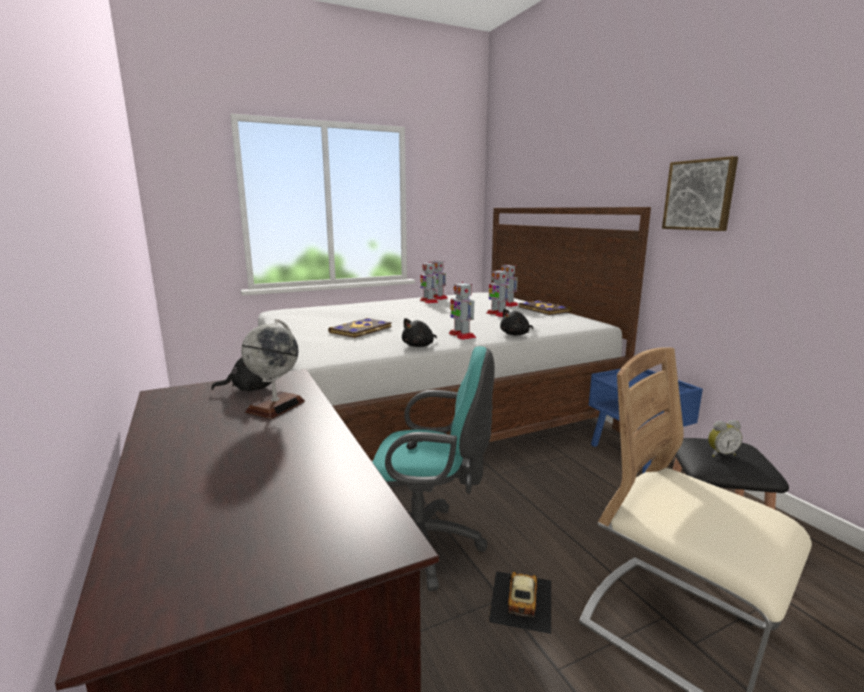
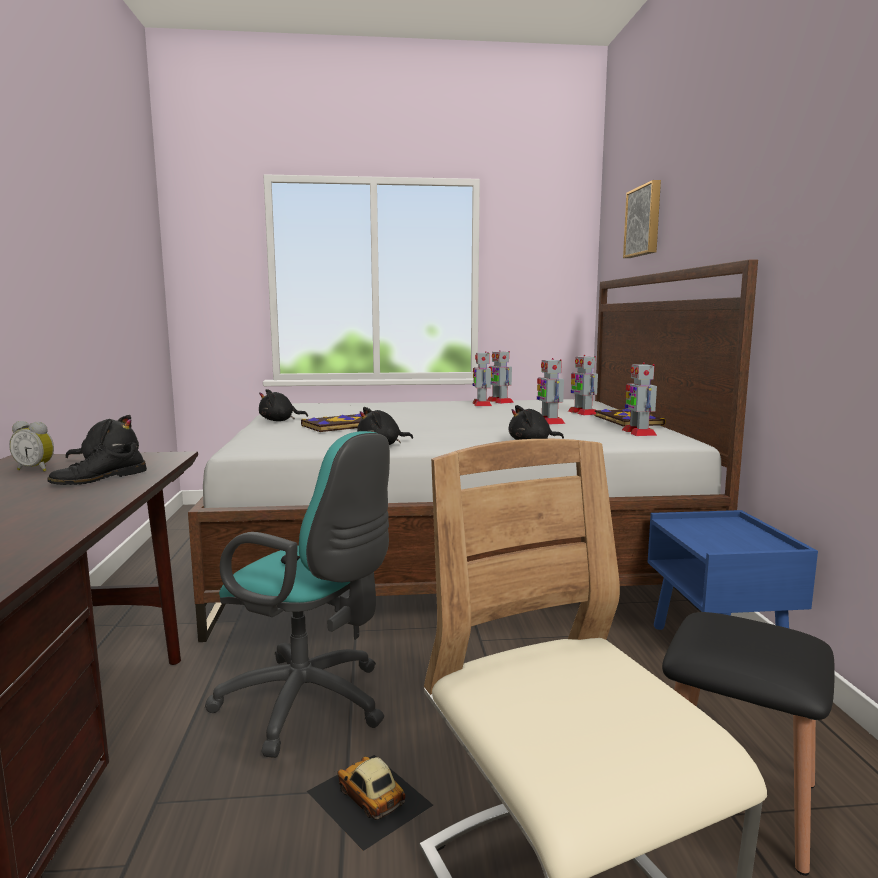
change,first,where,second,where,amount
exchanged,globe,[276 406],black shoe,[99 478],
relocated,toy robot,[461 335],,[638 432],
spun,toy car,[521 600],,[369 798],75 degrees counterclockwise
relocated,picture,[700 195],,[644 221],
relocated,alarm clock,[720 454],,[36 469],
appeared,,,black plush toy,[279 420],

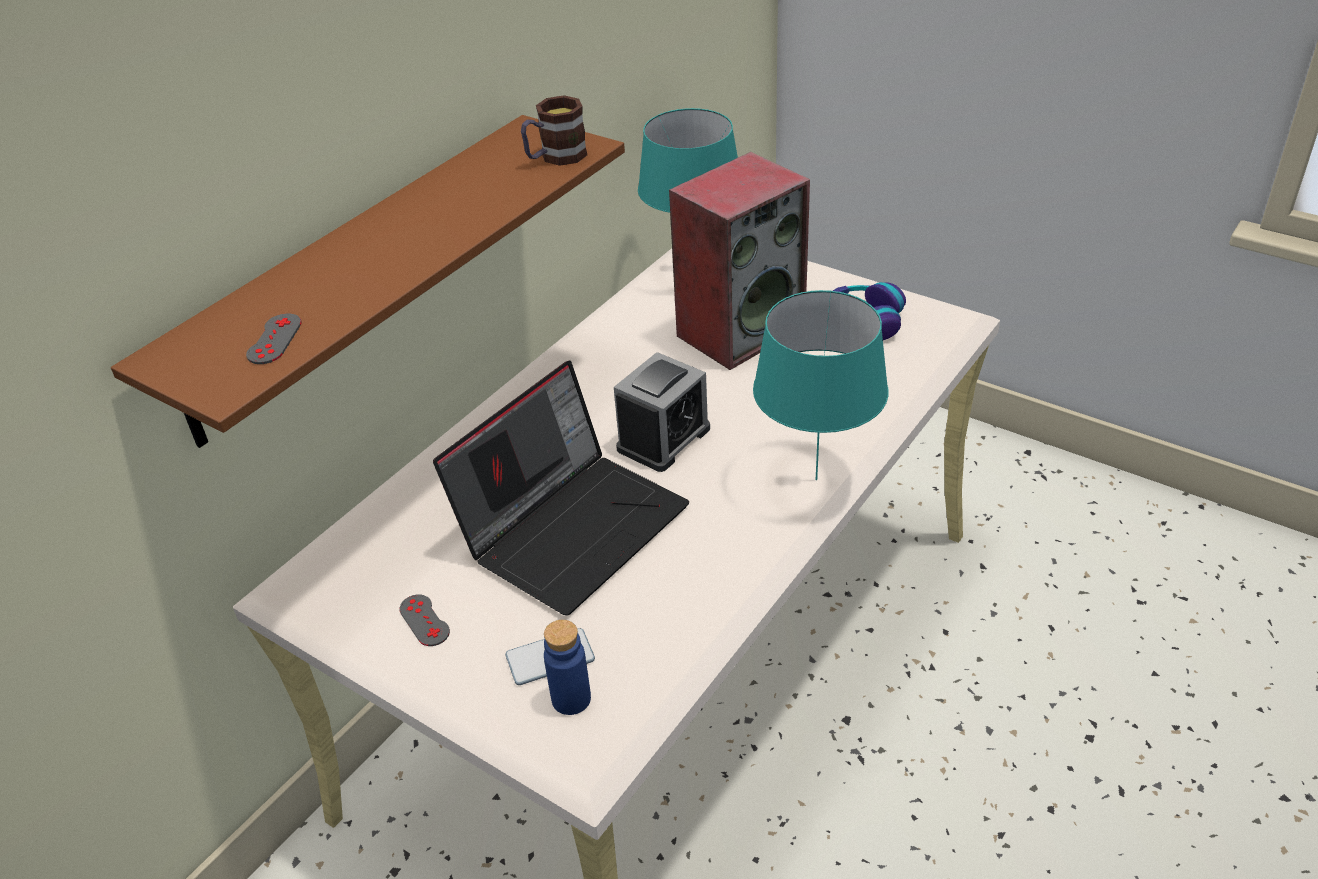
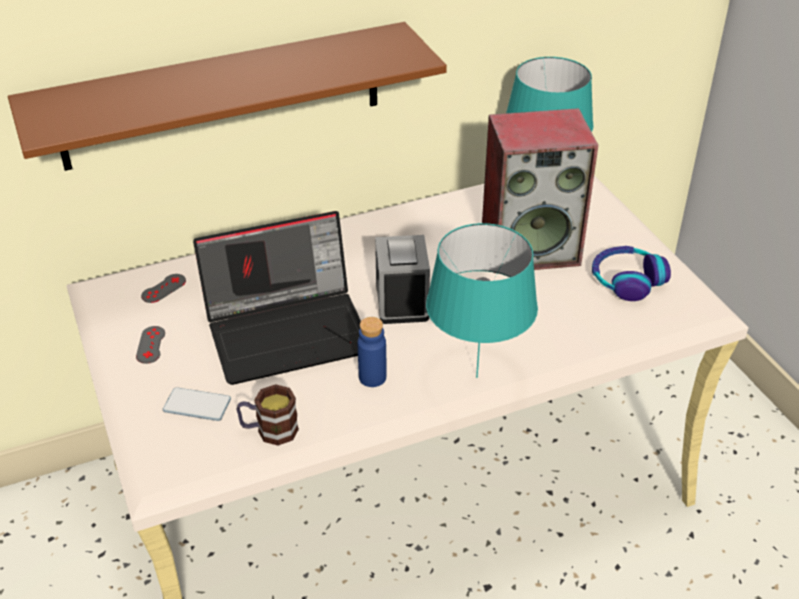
change,first,where,second,where,amount
relocated,grey game controller,[274 339],,[163 288],
relocated,mug,[555 157],,[269 430],
relocated,blue bottle,[571 699],,[372 377],
spun,alarm clock,[663 439],,[402 300],105 degrees clockwise

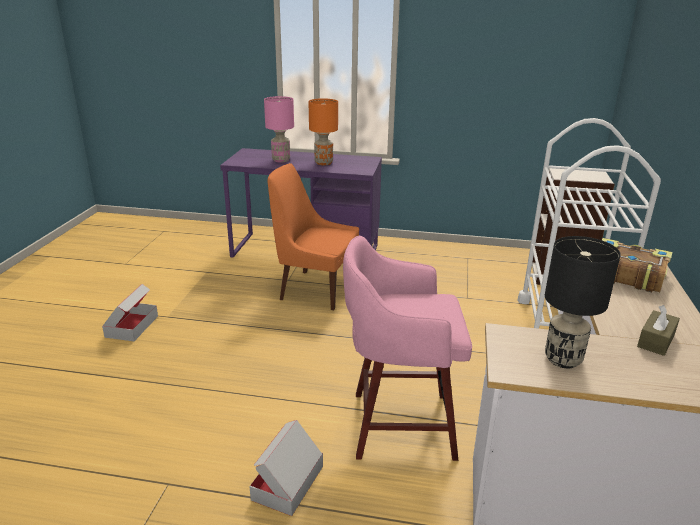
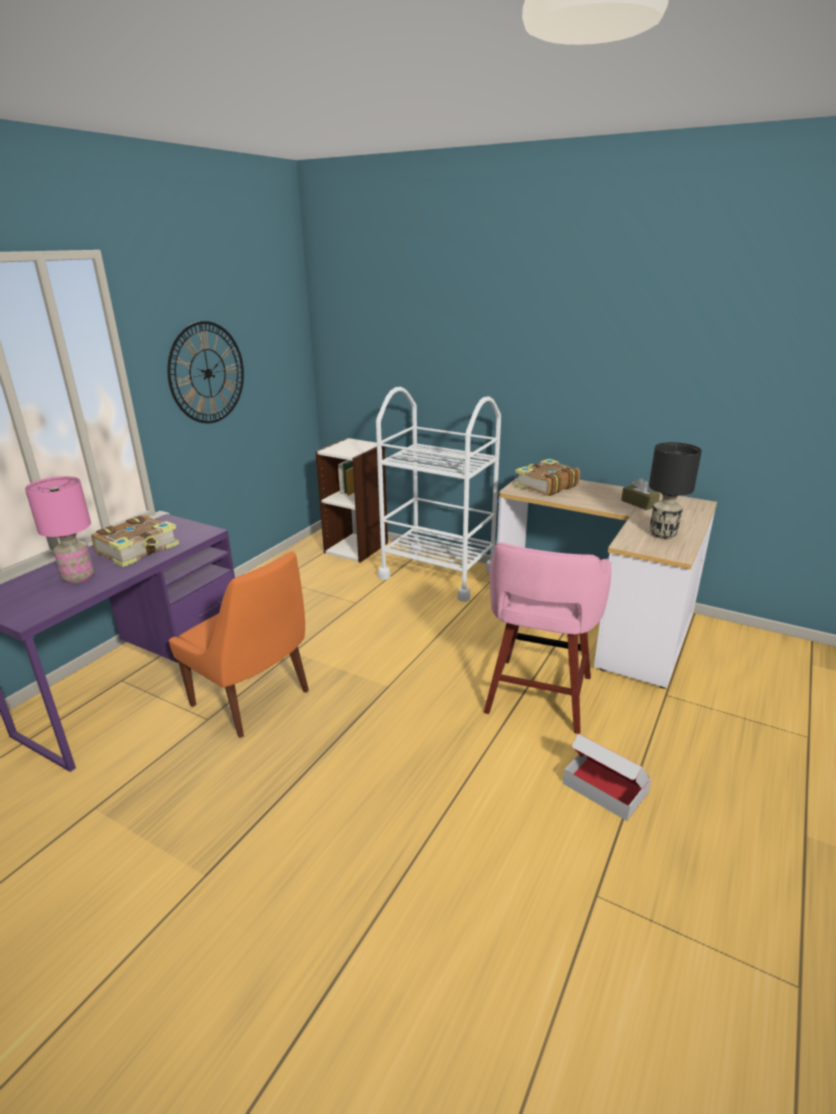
change,first,where,second,where,amount
missing,cardboard box,[132 326],,,
spun,orange chair,[314 289],,[253 700],90 degrees counterclockwise
exchanged,orange table lamp,[324 163],book,[139 550],
appeared,,,wall clock,[207 373],

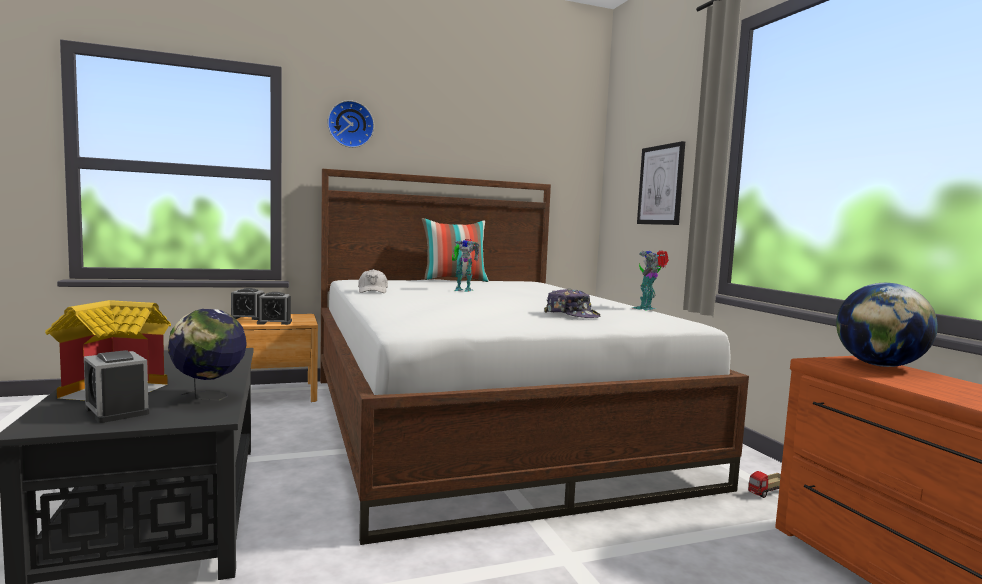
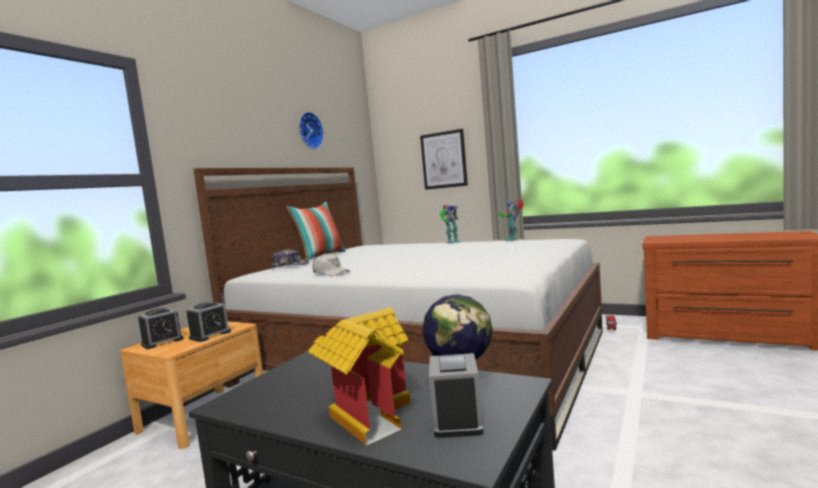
change,first,where,second,where,amount
spun,alarm clock,[117 410],,[457 419],90 degrees counterclockwise
relocated,wall clock,[350 124],,[309 131],
relocated,toy robot,[462 290],,[452 242],
relocated,cap,[572 315],,[290 265],
missing,globe,[879 365],,,

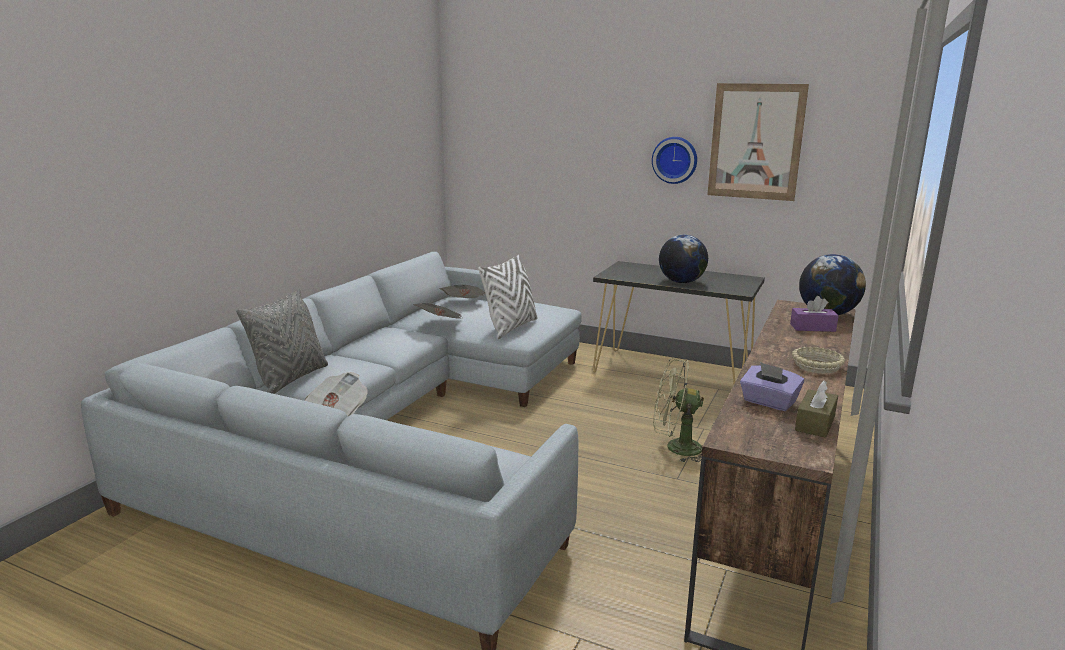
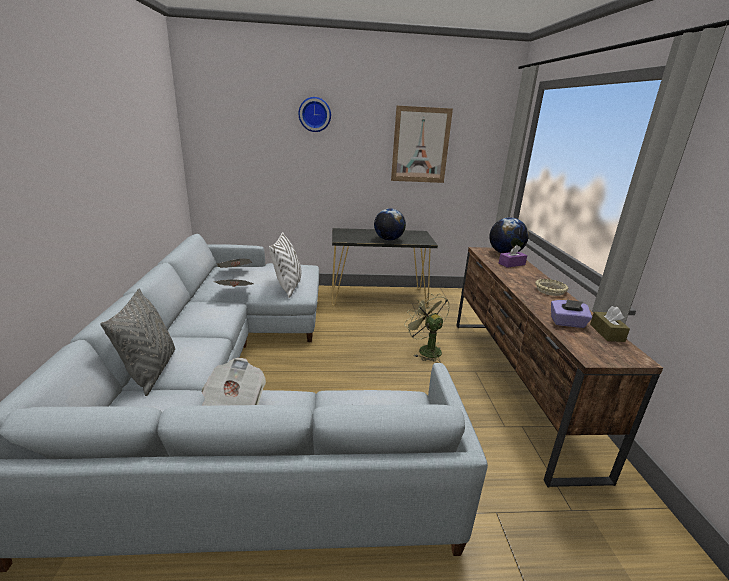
change,first,where,second,where,amount
relocated,wall clock,[675 160],,[314 114],
spun,green fan,[675 448],,[425 350],75 degrees clockwise

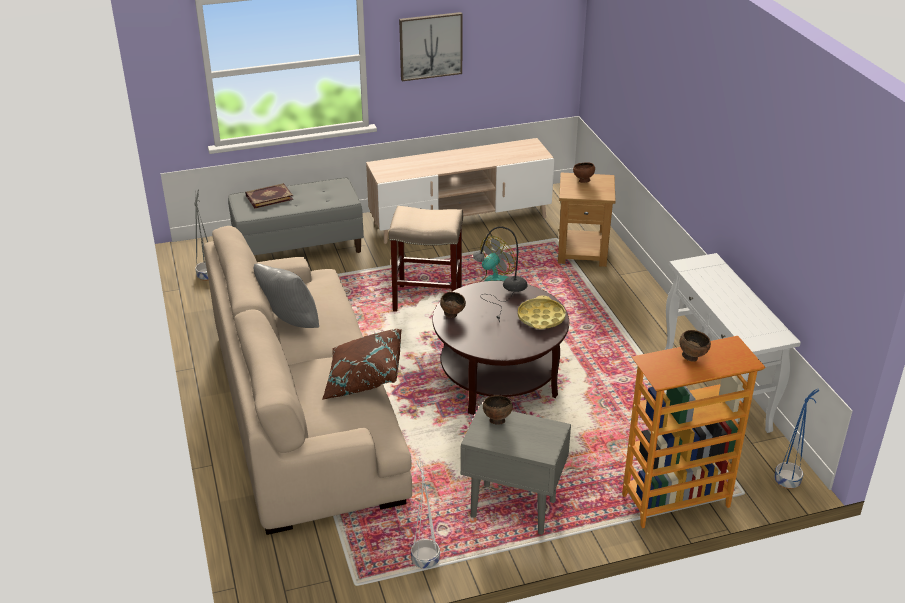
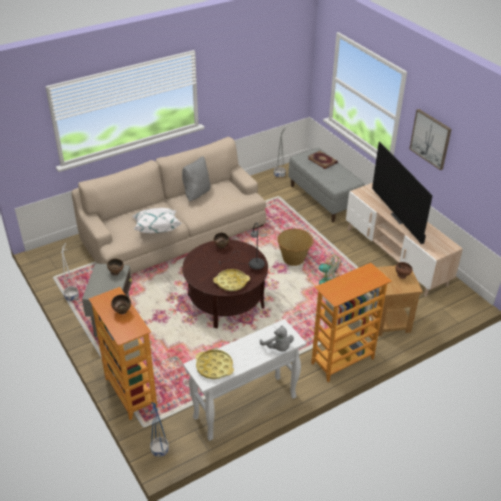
change,first,where,second,where,amount
colour,brown pillow,[363 379],white pillow,[156 227],
exchanged,beige stool,[428 300],basket,[294 259],
appeared,,,yellow tray,[214 367],
appeared,,,grey plush toy,[278 348],
appeared,,,bookcase,[342 361],
appeared,,,television,[400 217],

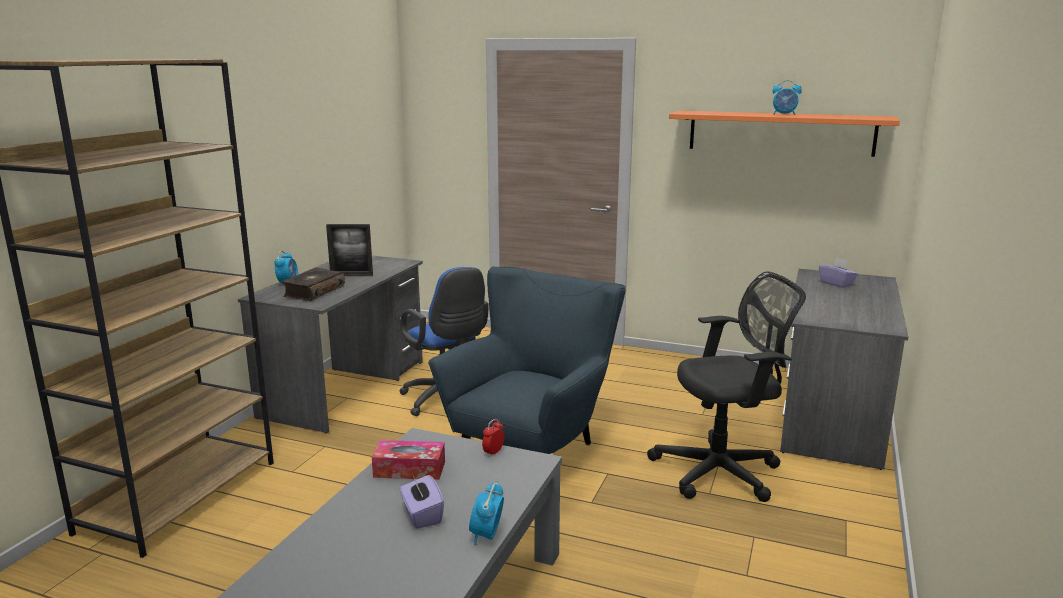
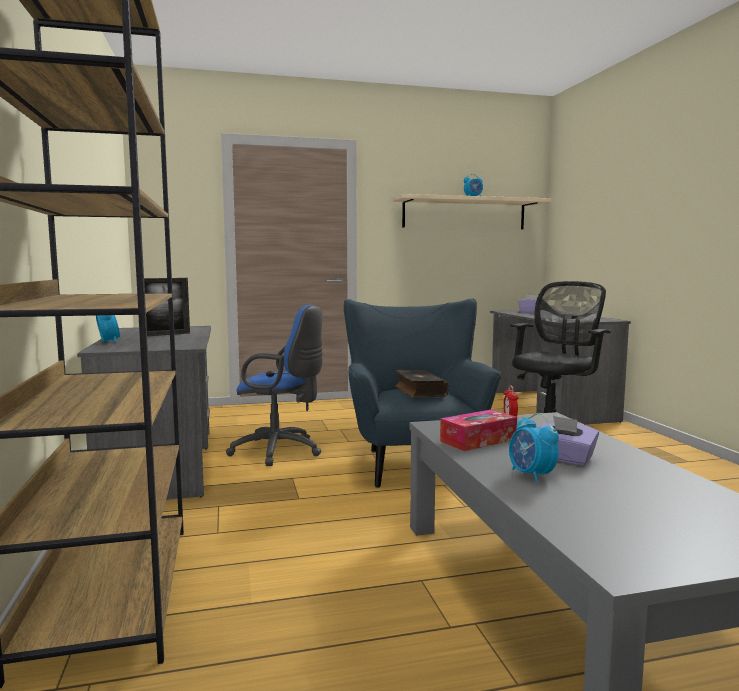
change,first,where,second,where,amount
relocated,book,[313 292],,[419 392],
relocated,alarm clock,[486 536],,[531 475],
colour,orange shelf,[780 133],beige shelf,[464 214],

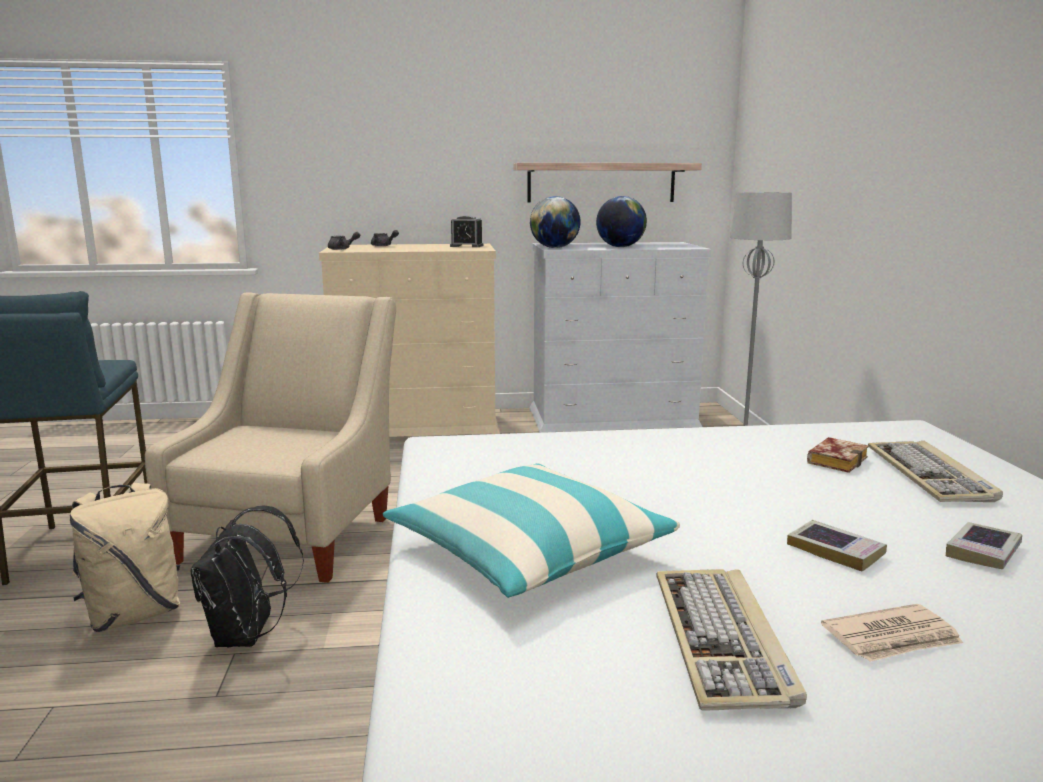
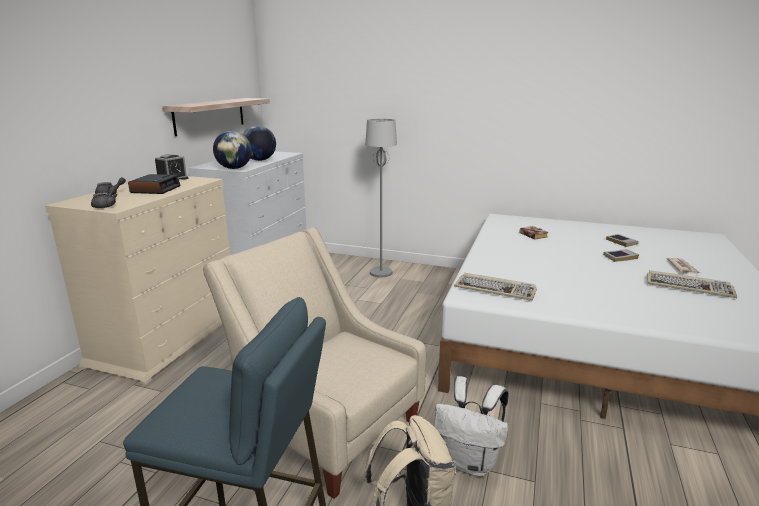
change,first,where,second,where,amount
colour,black backpack,[247 636],white backpack,[470 462],
missing,pillow,[528 551],,,
relocated,keyboard,[931 476],,[496 289],
appeared,,,alarm clock,[155 189],

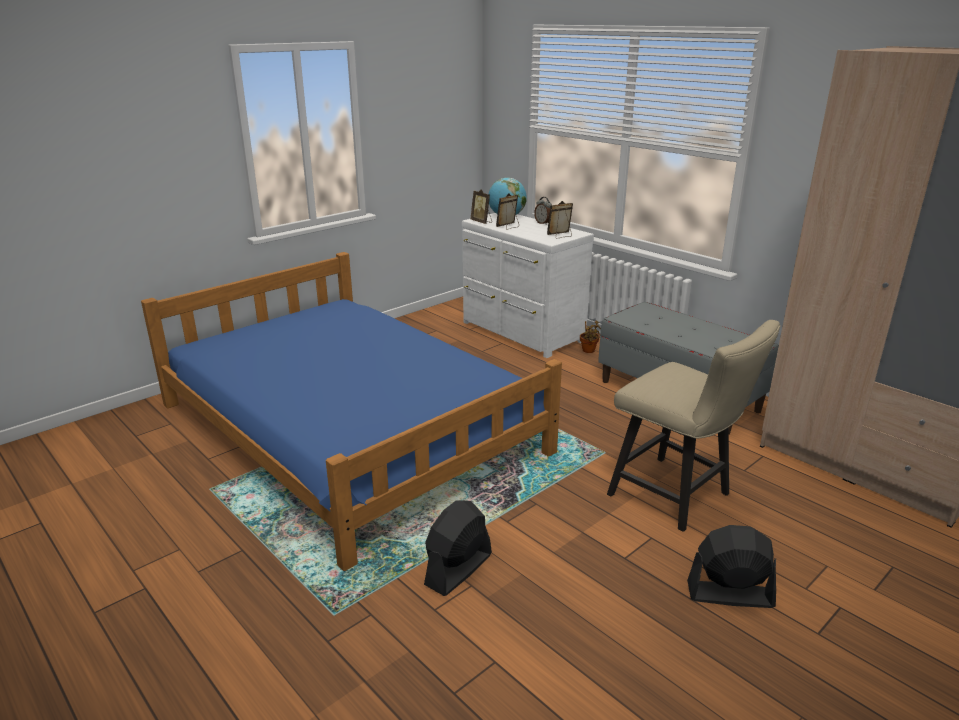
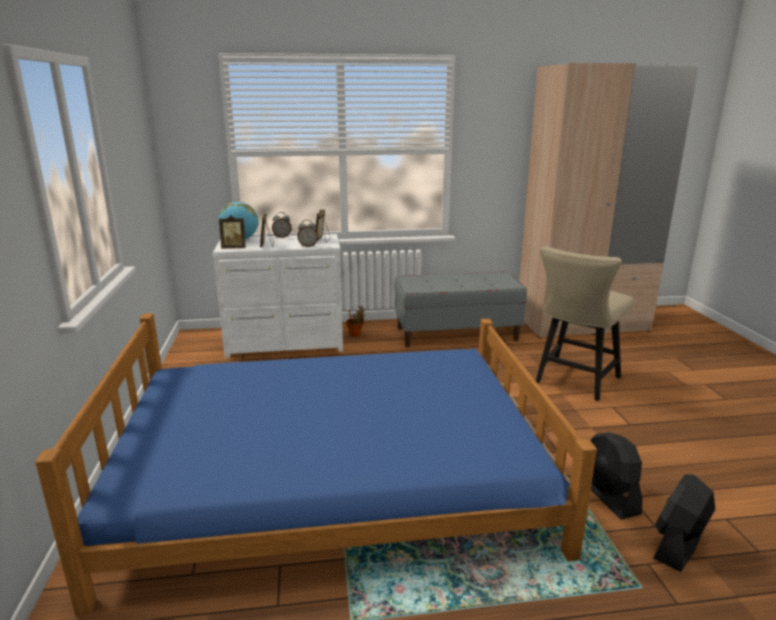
change,first,where,second,where,amount
spun,beige chair,[677 497],,[574 382],135 degrees clockwise
relocated,black fan,[729 594],,[678 544],
appeared,,,alarm clock,[308 246],

